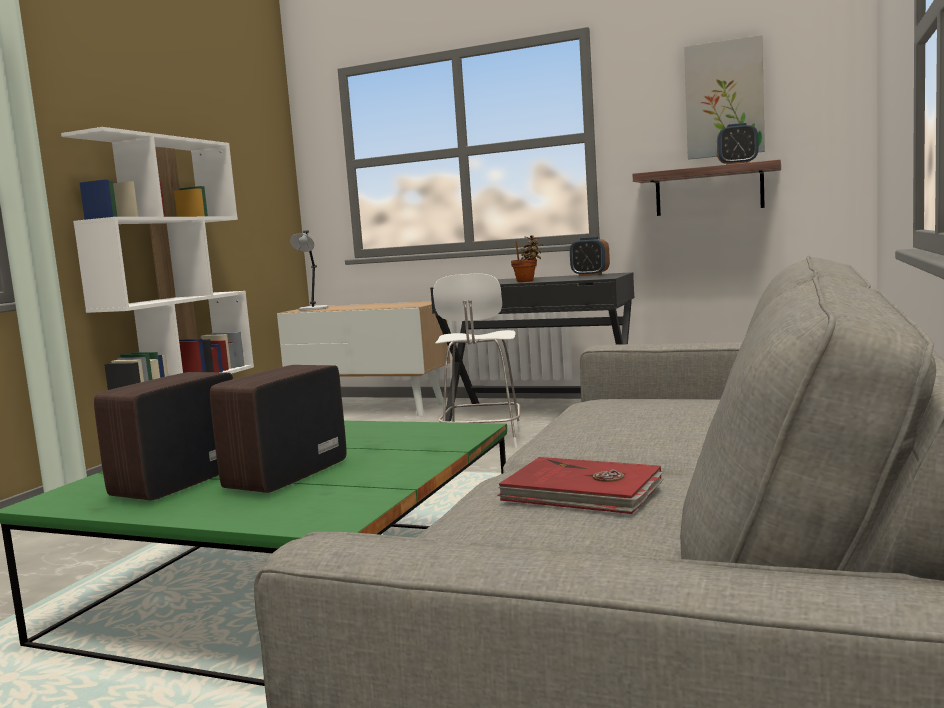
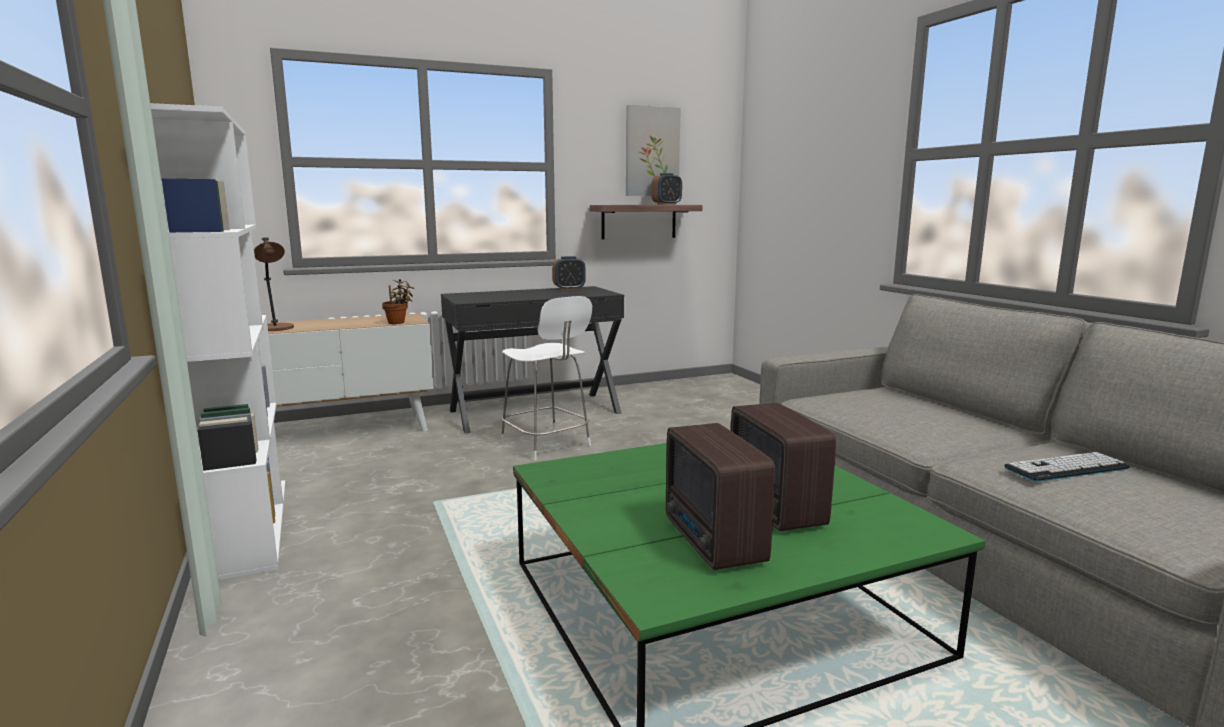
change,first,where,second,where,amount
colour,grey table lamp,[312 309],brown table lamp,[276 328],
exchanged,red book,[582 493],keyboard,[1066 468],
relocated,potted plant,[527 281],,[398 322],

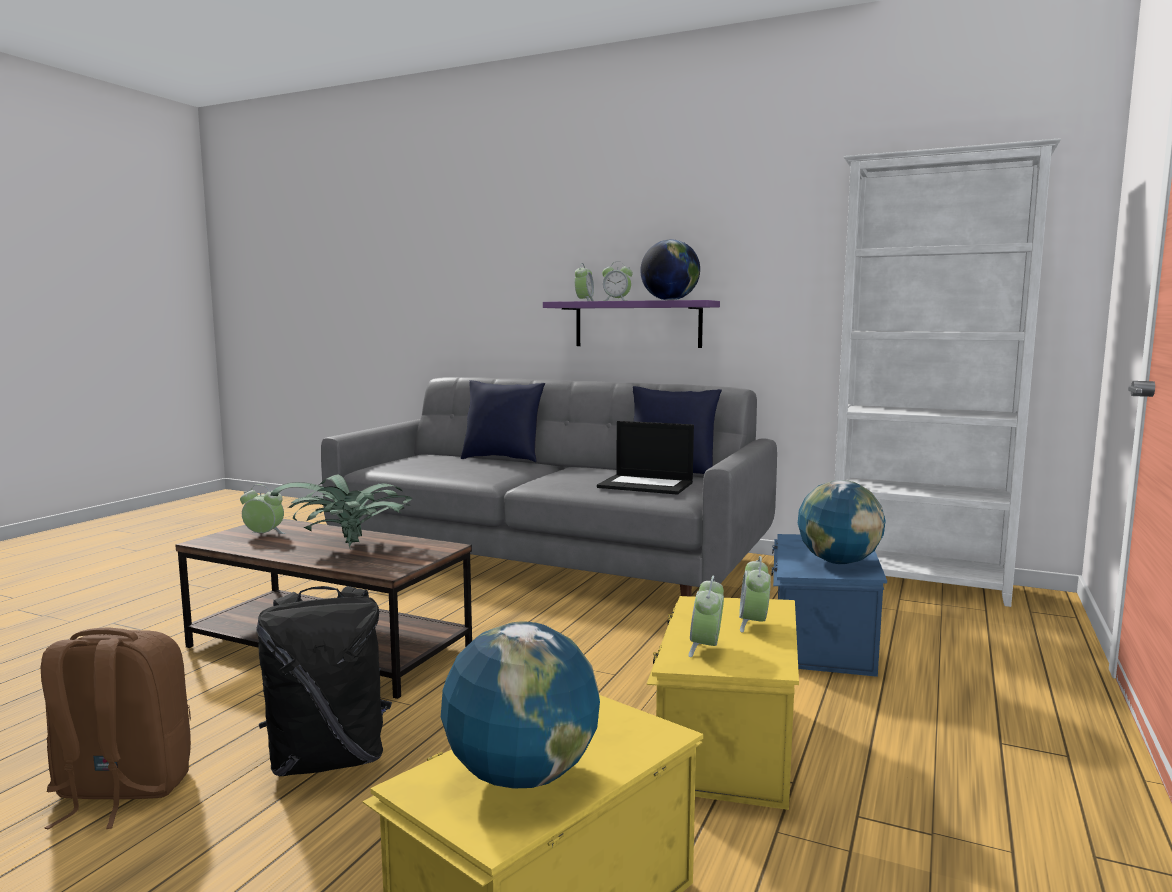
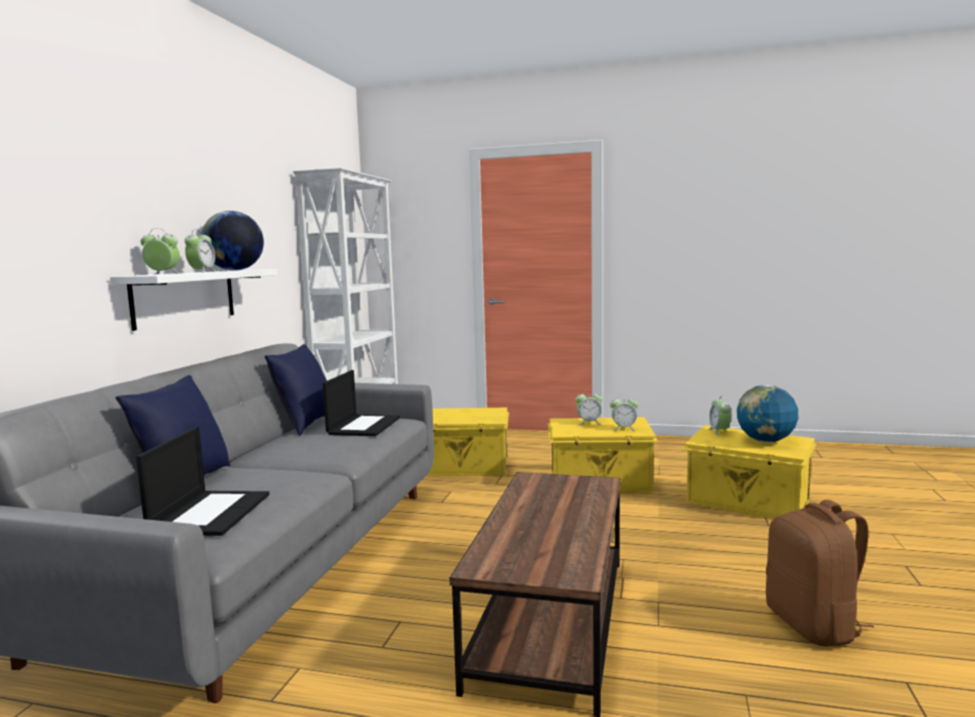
change,first,where,second,where,amount
relocated,alarm clock,[264 535],,[719 431],
missing,black backpack,[329 759],,,
missing,potted plant,[352 548],,,
colour,purple shelf,[637 324],white shelf,[185 297],
colour,blue storage box,[820 640],yellow storage box,[463 467],
missing,globe,[838 562],,,
appeared,,,laptop,[210 513],

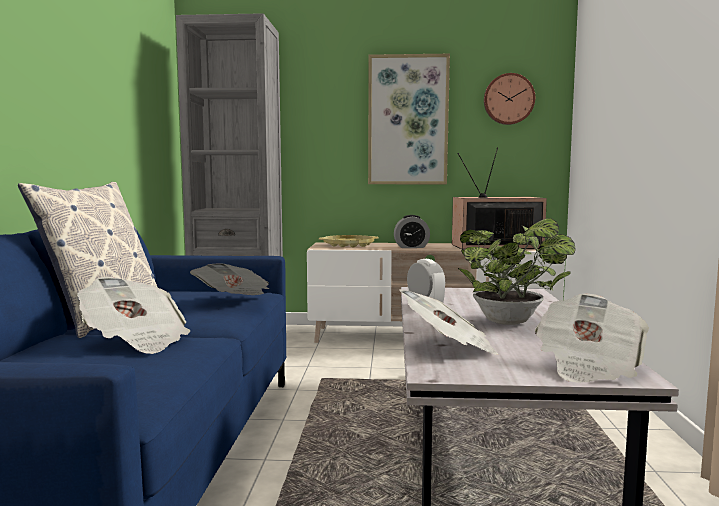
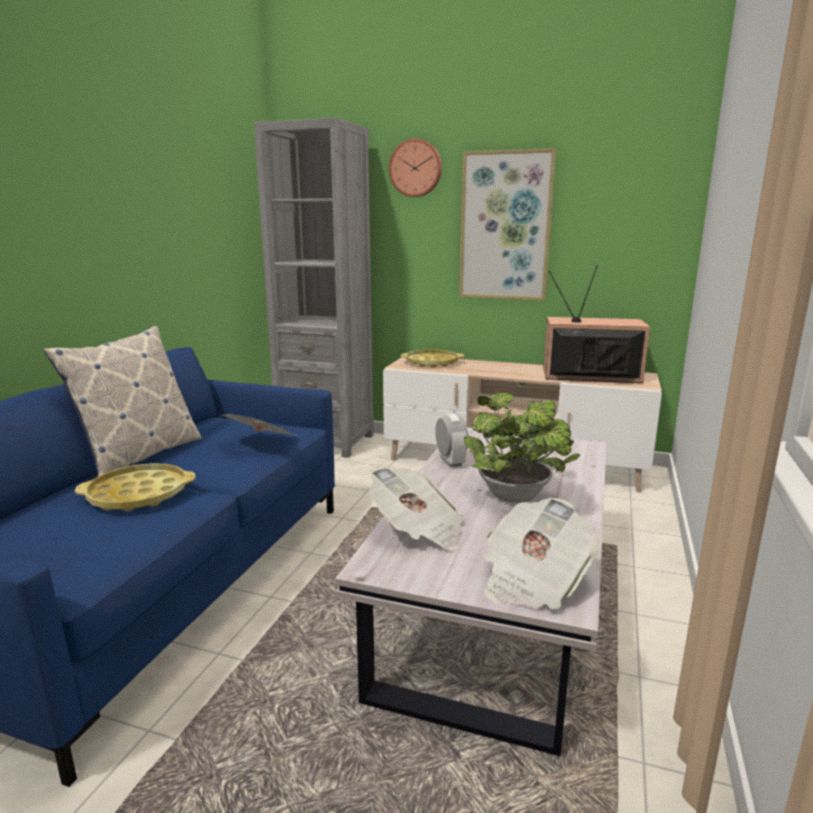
change,first,where,second,where,amount
exchanged,newspaper,[136 341],yellow tray,[138 495],
missing,alarm clock,[411 247],,,
relocated,wall clock,[508 99],,[416 168],

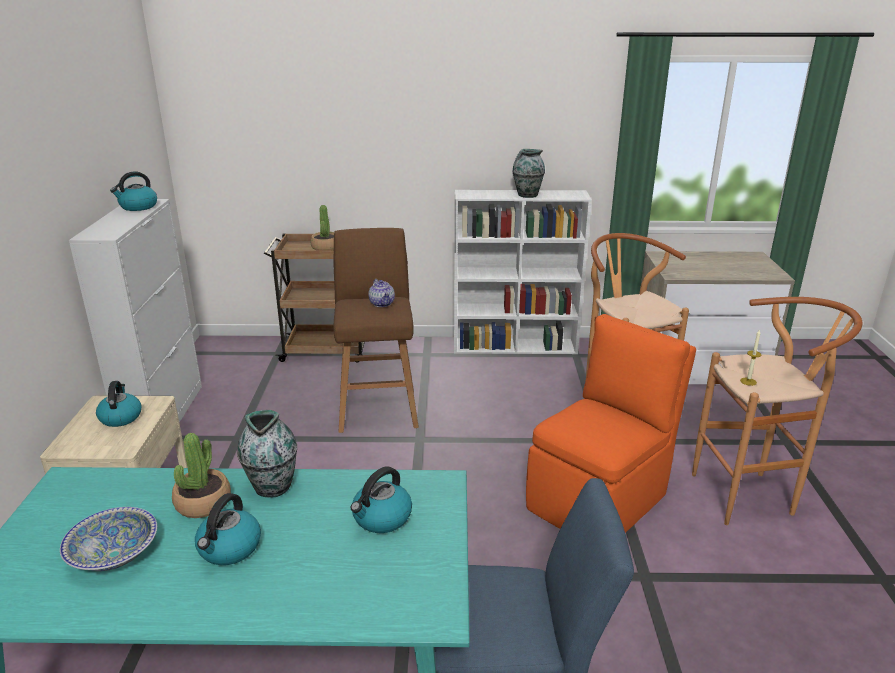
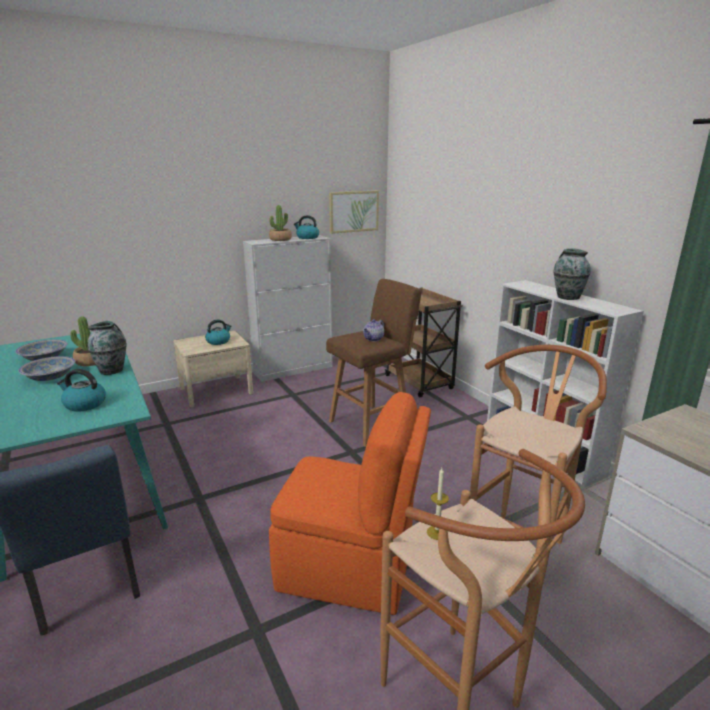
change,first,where,second,where,amount
exchanged,kettle,[229 548],bowl,[50 377],
relocated,potted plant,[325 247],,[280 239],
appeared,,,picture,[353 211],

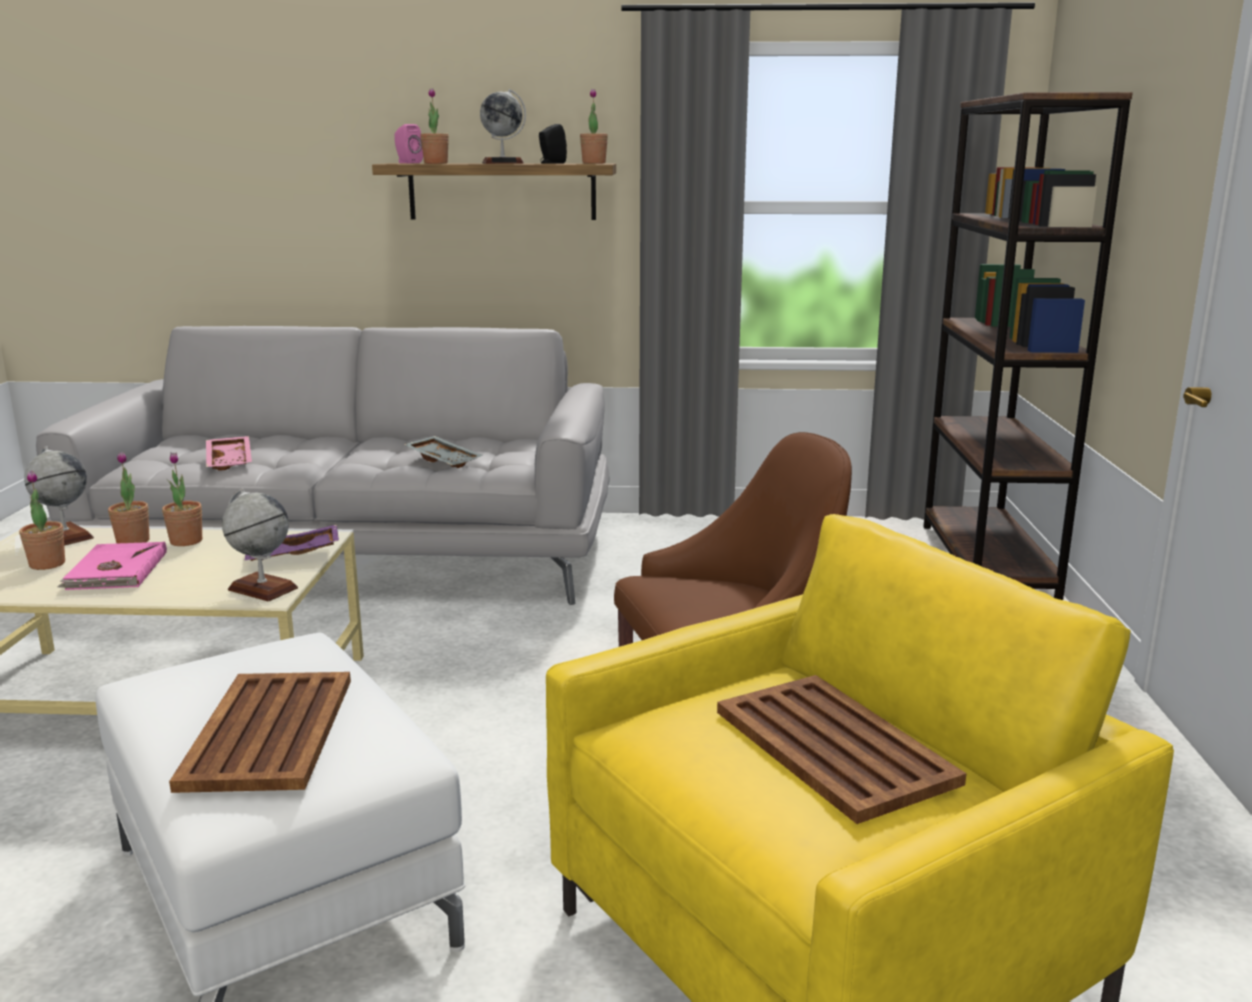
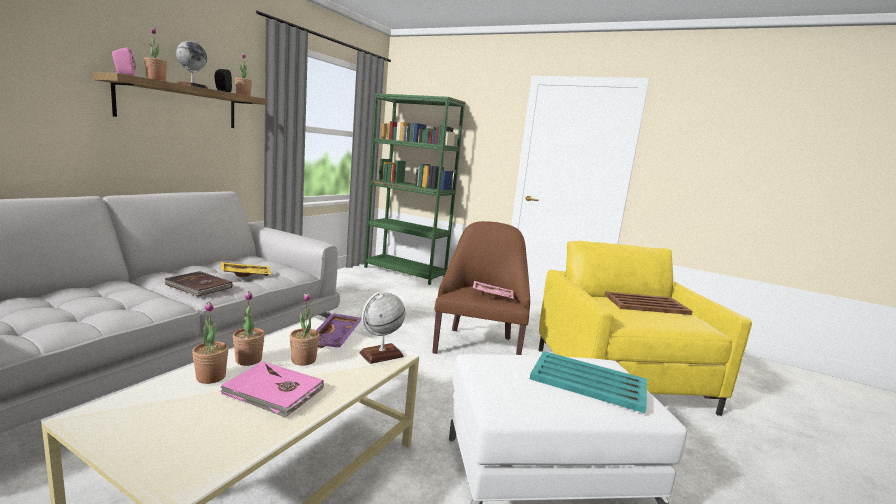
change,first,where,second,where,amount
relocated,potted plant,[47 564],,[303 360],
missing,globe,[65 536],,,
colour,brown tray,[268 733],turquoise tray,[589 382],
relocated,pink tray,[231 461],,[492 295],
colour,grey tray,[445 460],yellow tray,[246 274],
colour,brown bookcase,[987 561],green bookcase,[405 272],
appeared,,,brown book,[198 286],

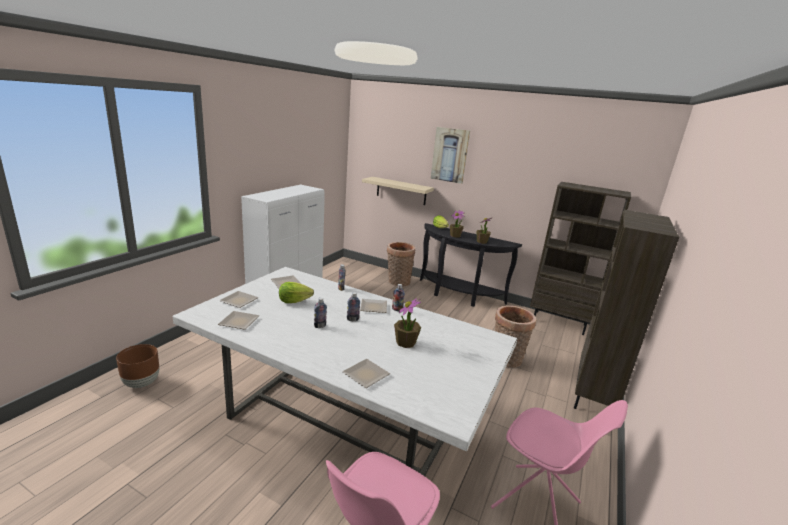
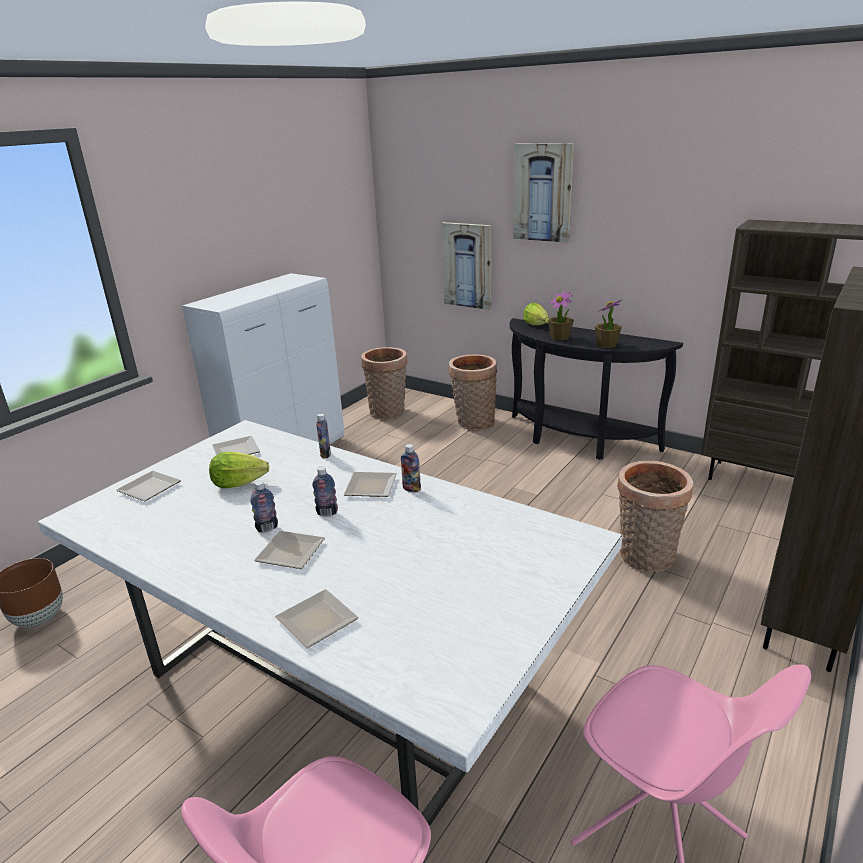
change,first,where,second,where,amount
relocated,plate,[240 322],,[293 552],
exchanged,beige shelf,[401 191],picture,[467 265],
missing,potted plant,[405 342],,,
appeared,,,basket,[388 413],

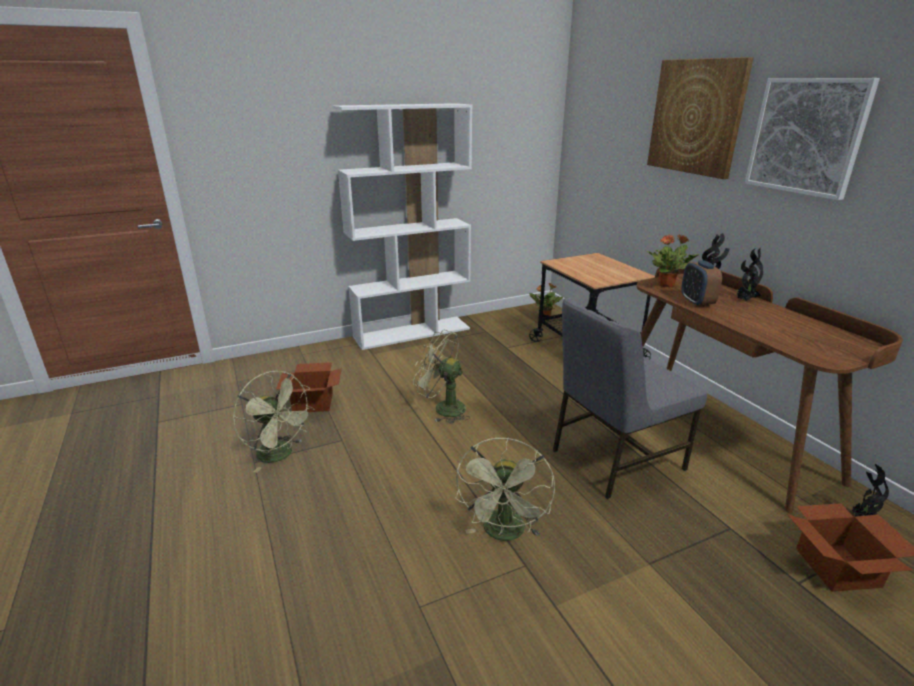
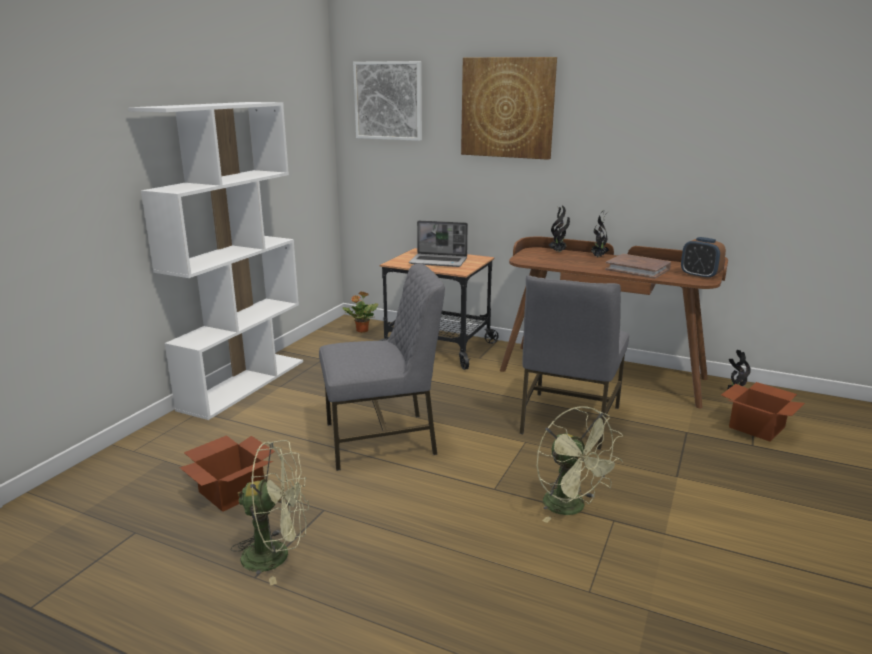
change,first,where,second,where,amount
exchanged,green fan,[443 408],grey chair,[382 439],
missing,potted plant,[666 285],,,
relocated,alarm clock,[696 302],,[700 276],
relocated,picture,[806 136],,[388 101],
appeared,,,laptop,[439 261],
appeared,,,brown book,[638 269],

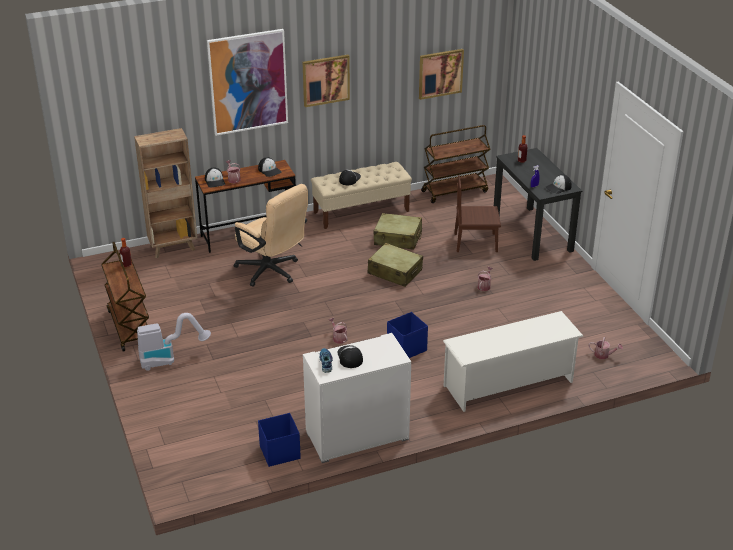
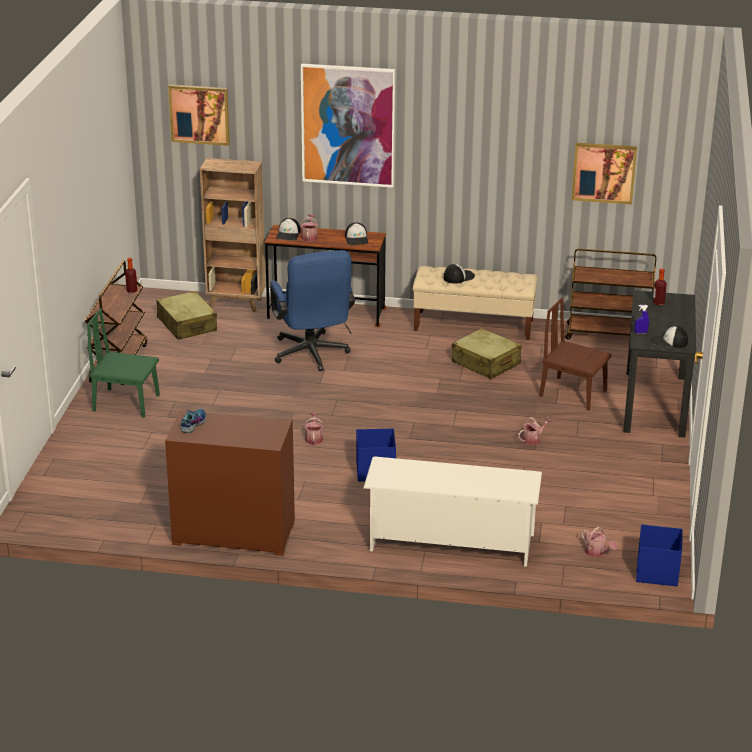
change,first,where,second,where,amount
exchanged,vacuum cleaner,[169 359],green chair,[126 403],
colour,beige office chair,[272 272],blue office chair,[312 356],
relocated,blue storage box,[279 452],,[656 572],
relocated,picture,[325 80],,[199 114],
colour,white dresser,[357 436],brown dresser,[233 534],
missing,cap,[349 357],,,
relocated,beige suitcase,[394 272],,[187 324],

